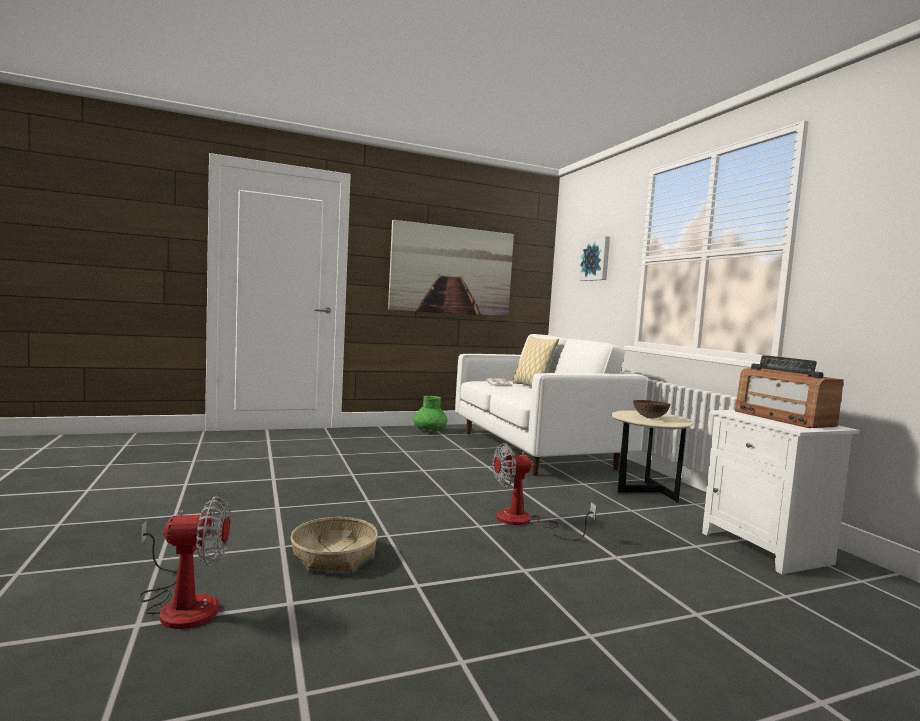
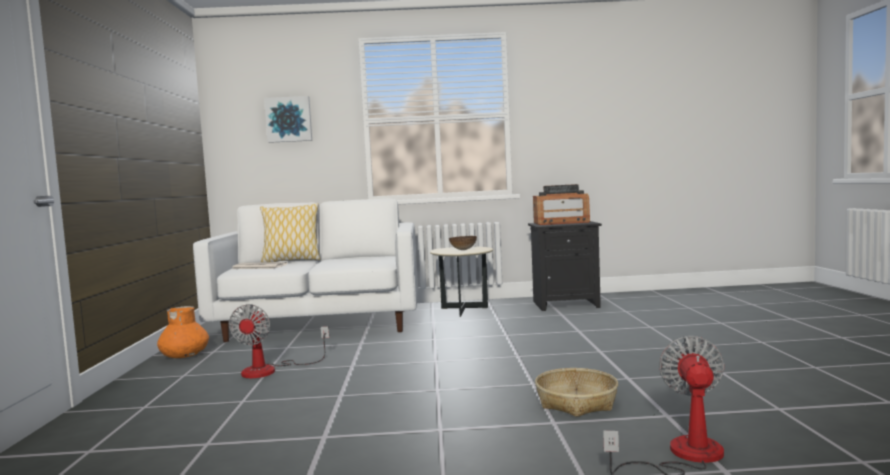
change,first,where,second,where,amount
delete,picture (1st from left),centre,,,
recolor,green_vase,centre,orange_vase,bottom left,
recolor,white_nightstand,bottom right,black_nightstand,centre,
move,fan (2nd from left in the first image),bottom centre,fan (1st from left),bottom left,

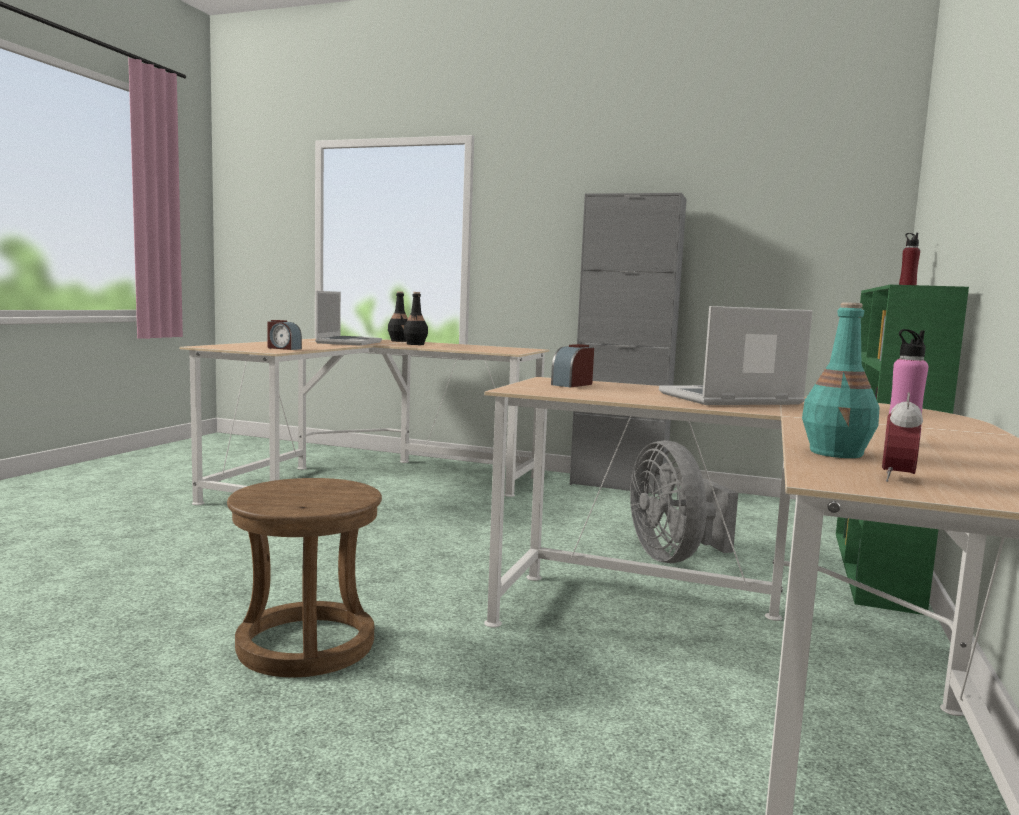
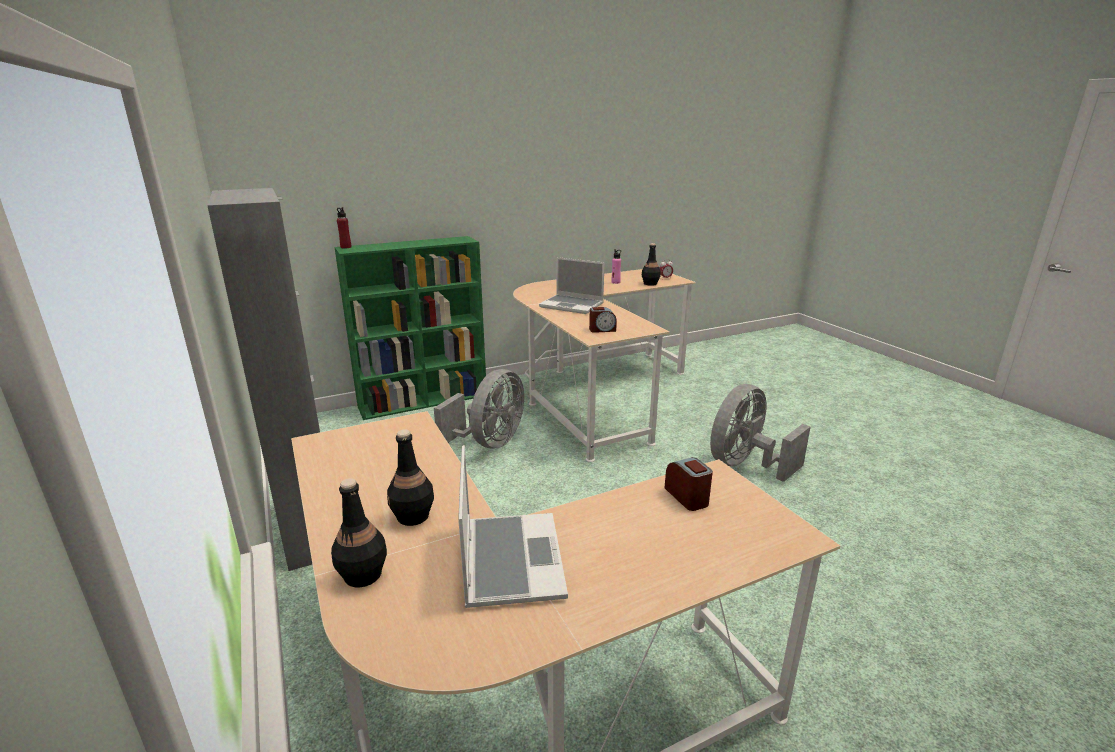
change,first,where,second,where,amount
rotate,laptop (1st from left),centre,,bottom centre,120 degrees clockwise
recolor,turquoise_bottle,middle right,black_bottle (3rd from left),centre,
replace,brown_stool,bottom left,grey_fan (2nd from left),middle right,

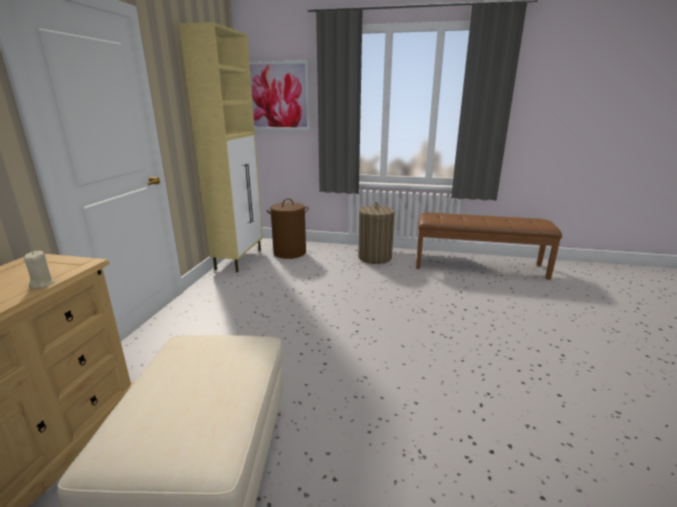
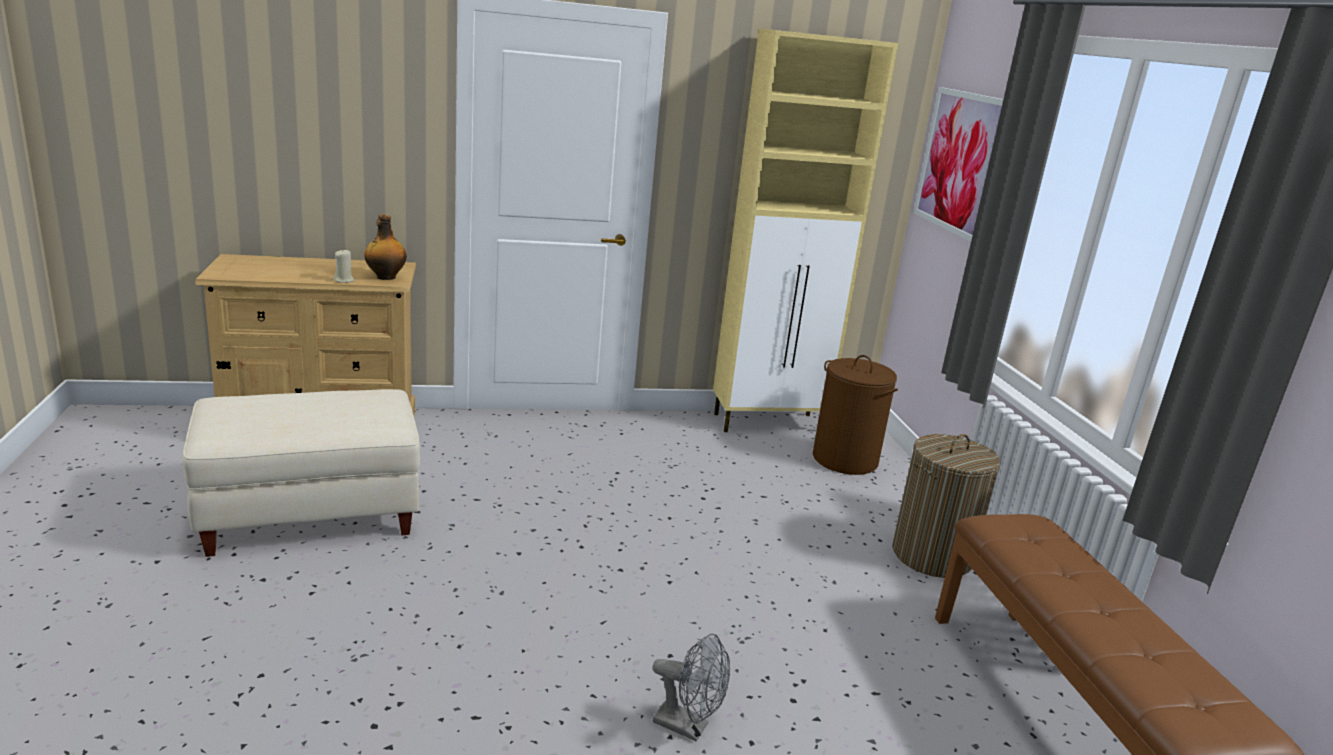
change,first,where,second,where,amount
insert,,,bottle,top left,
insert,,,grey_fan,bottom centre,

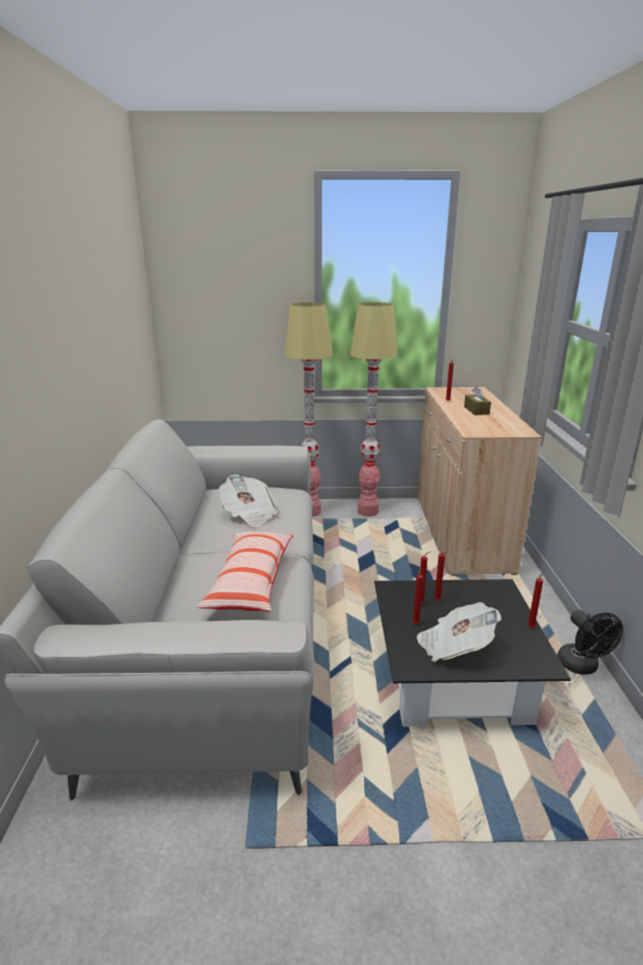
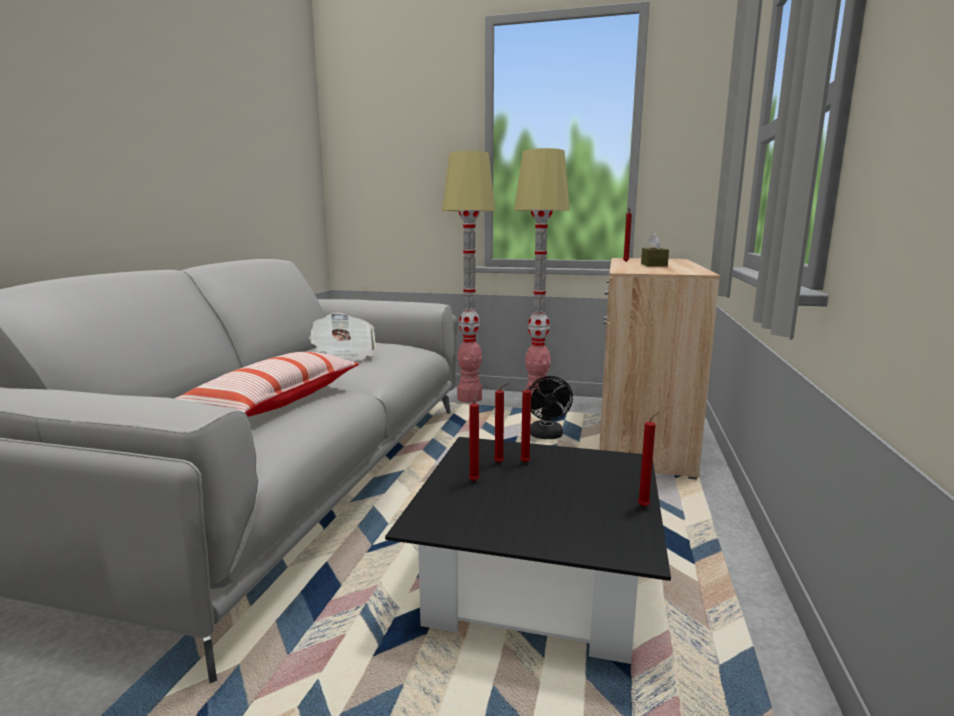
change,first,where,second,where,amount
delete,newspaper (2nd from left),middle right,,,
move,black_fan,middle right,,centre,

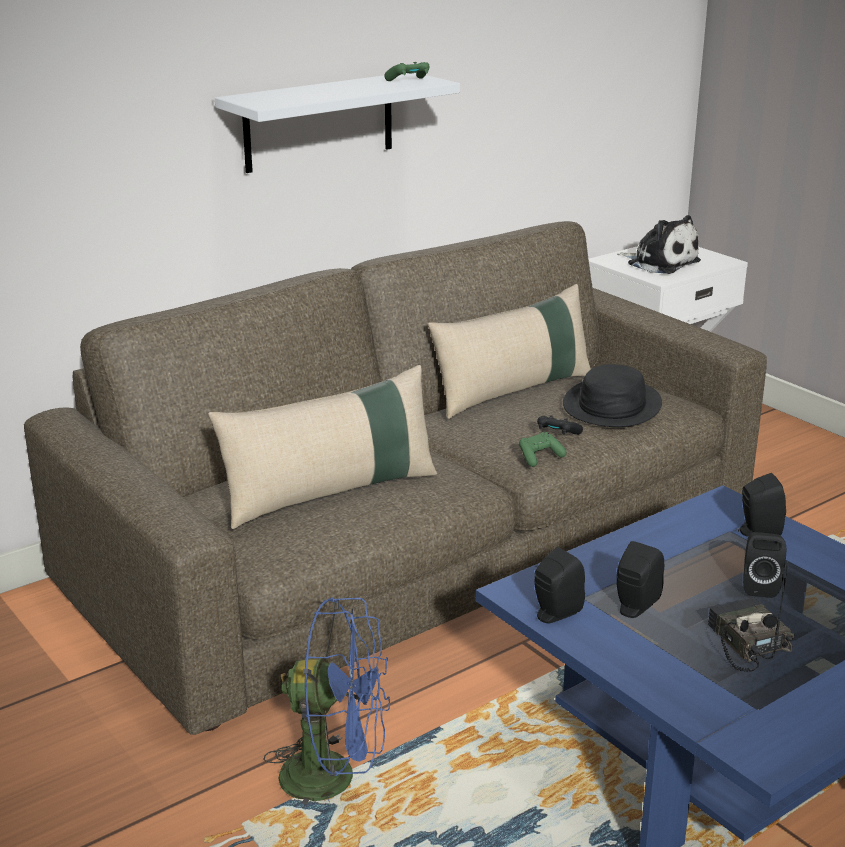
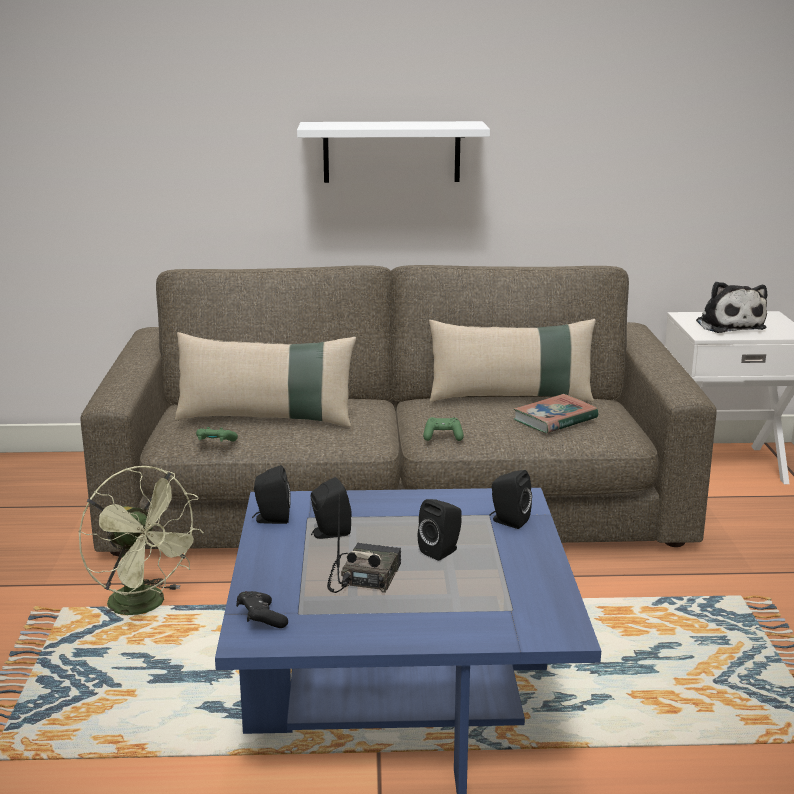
change,first,where,second,where,amount
move,green_game_controller (1st from left),top centre,,middle left,
replace,black_hat,middle right,book,middle right,
move,black_game_controller,centre,,bottom left,
recolor,blue_fan,bottom centre,green_fan,bottom left,

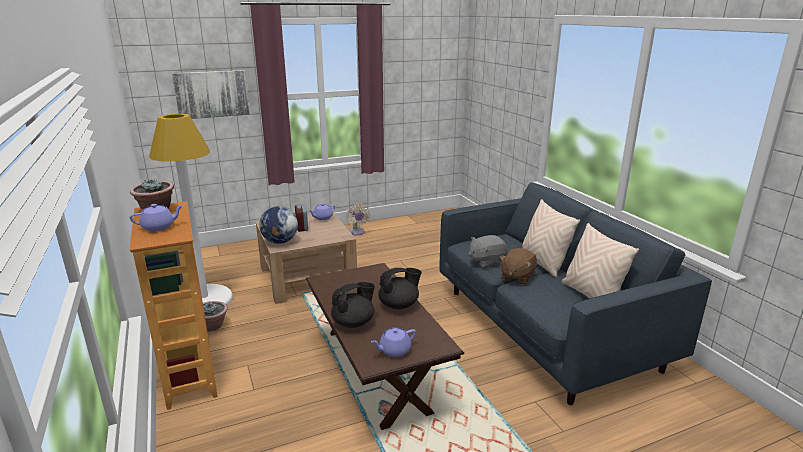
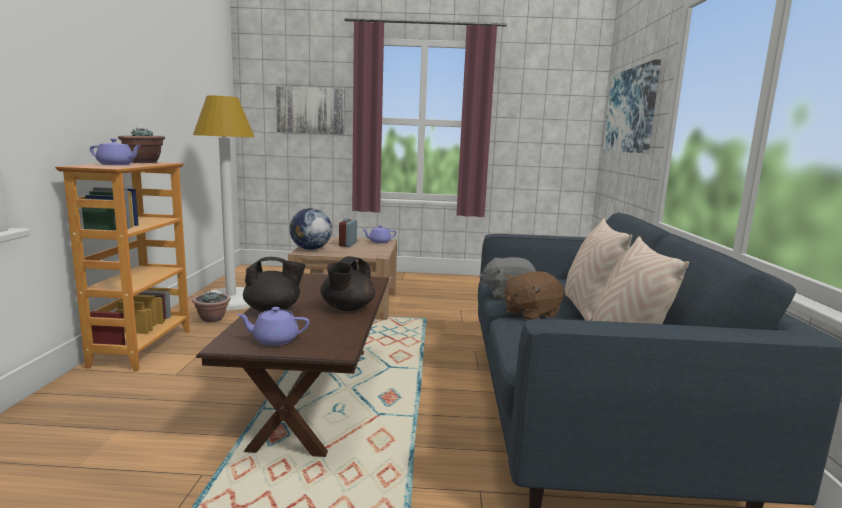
change,first,where,second,where,amount
delete,beige_fan,centre,,,
rotate,black_teapot (2nd from left),centre,,centre,105 degrees clockwise
insert,,,picture (2nd from left),top right,

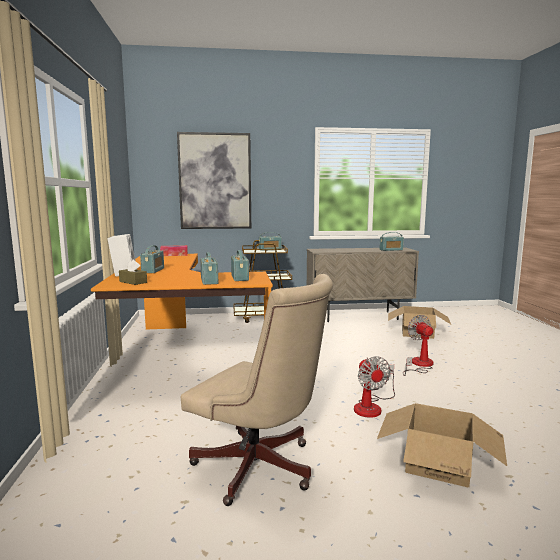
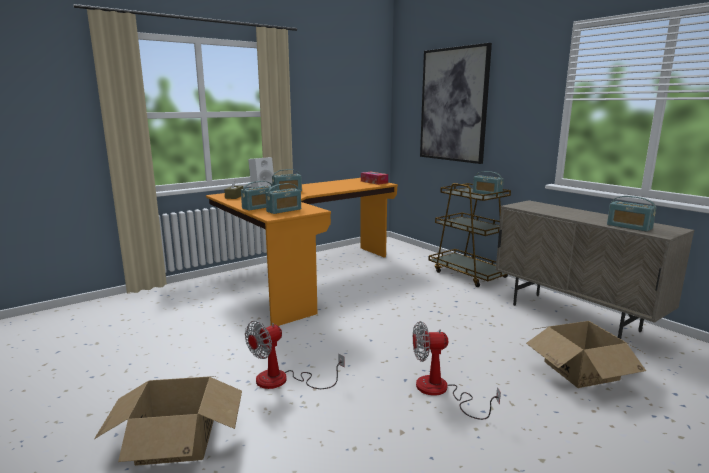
change,first,where,second,where,amount
delete,beige_office_chair,bottom centre,,,
rotate,fan (2nd from left),middle right,,bottom centre,135 degrees counterclockwise

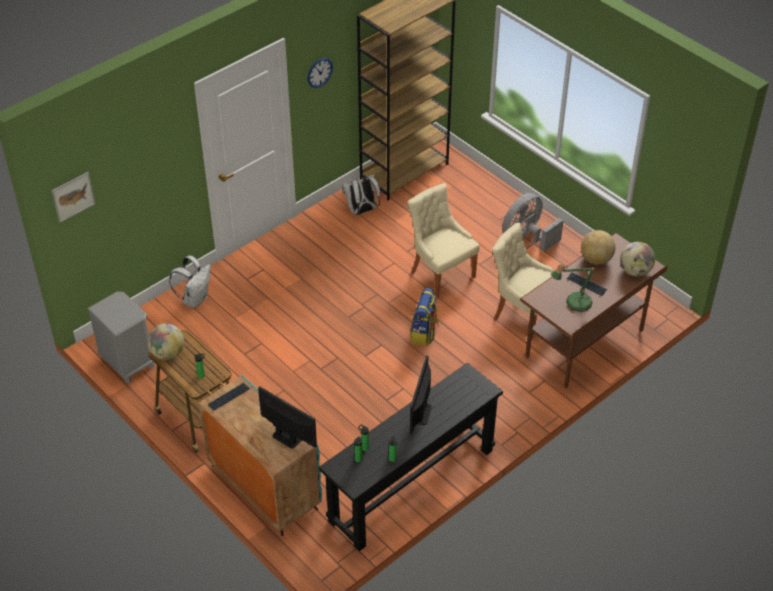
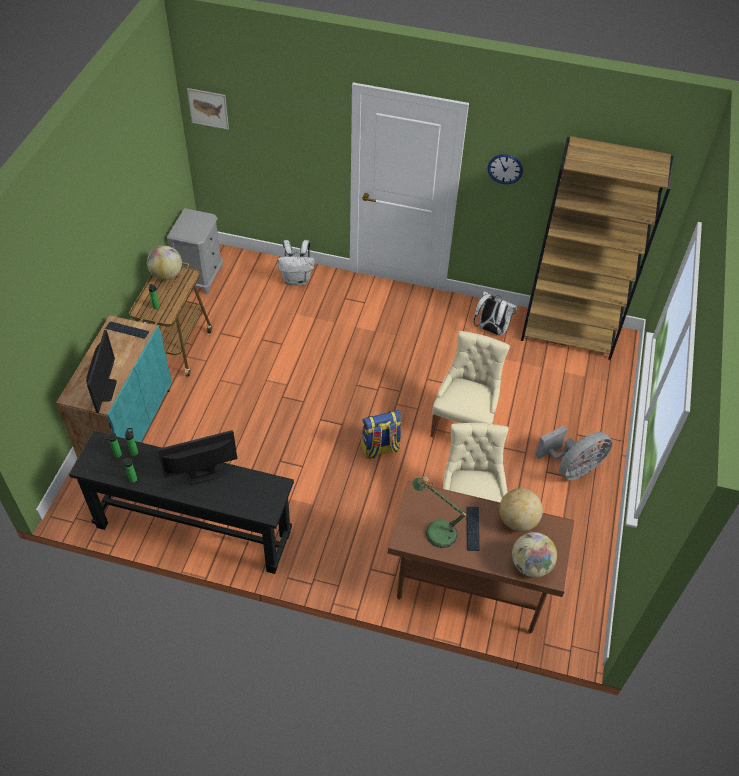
change,first,where,second,where,amount
rotate,grey_fan,middle right,,middle right,135 degrees clockwise

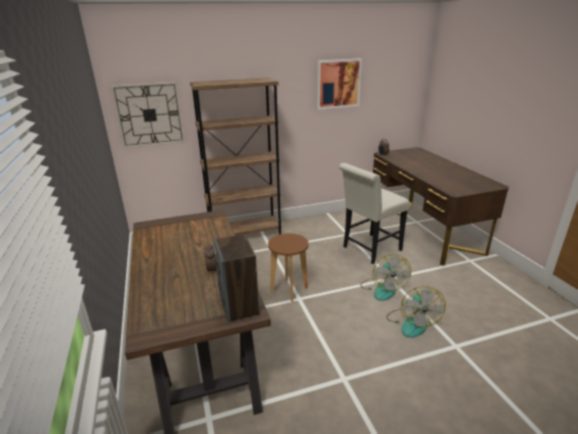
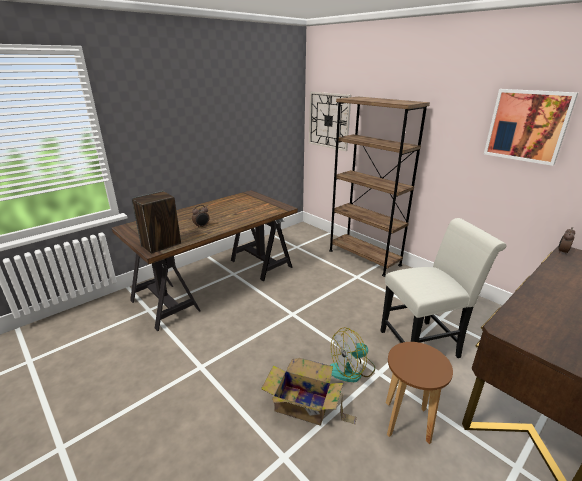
change,first,where,second,where,amount
rotate,white_chair,centre,,middle right,135 degrees clockwise
move,brown_stool,centre,,bottom right,
replace,fan (2nd from left),bottom right,cardboard_box,bottom centre,

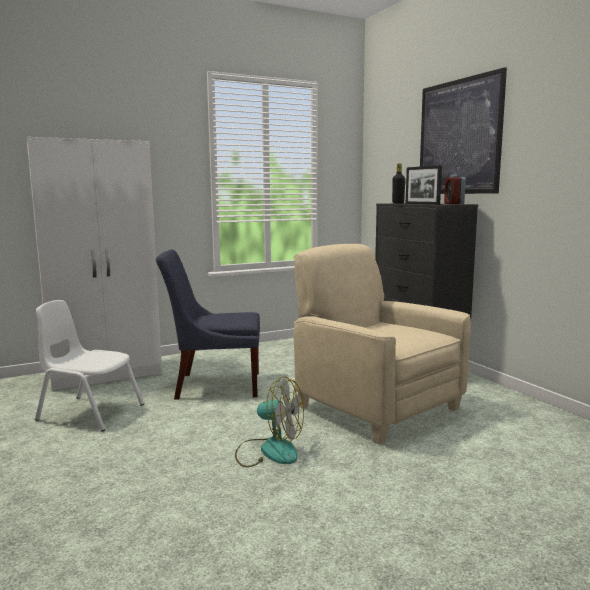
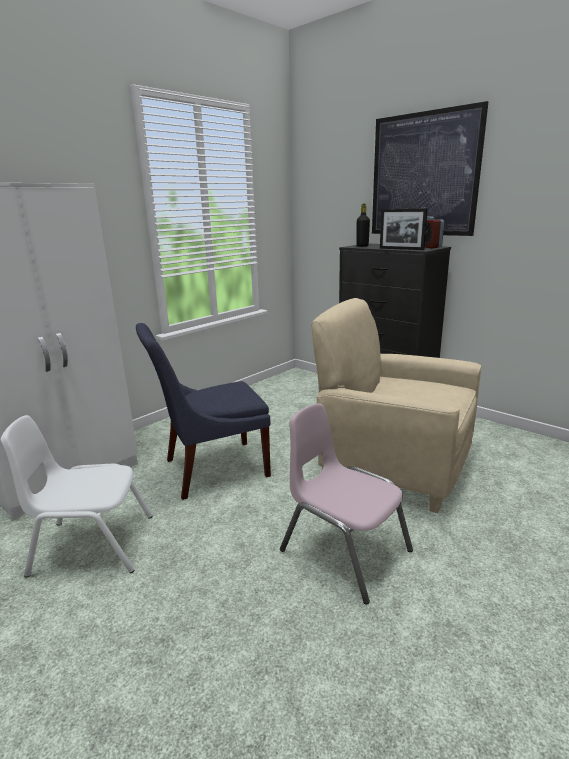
change,first,where,second,where,amount
replace,fan,bottom centre,pink_chair,centre,

